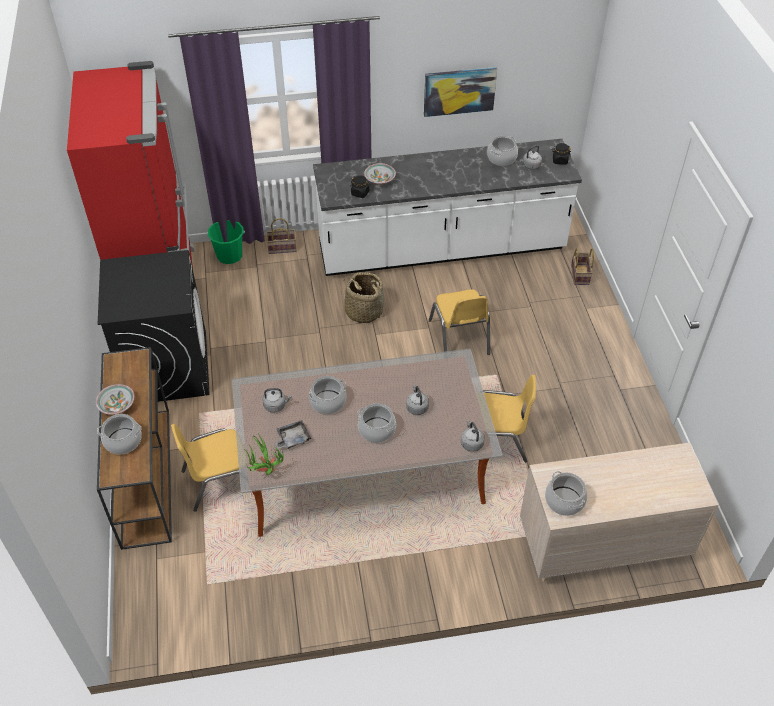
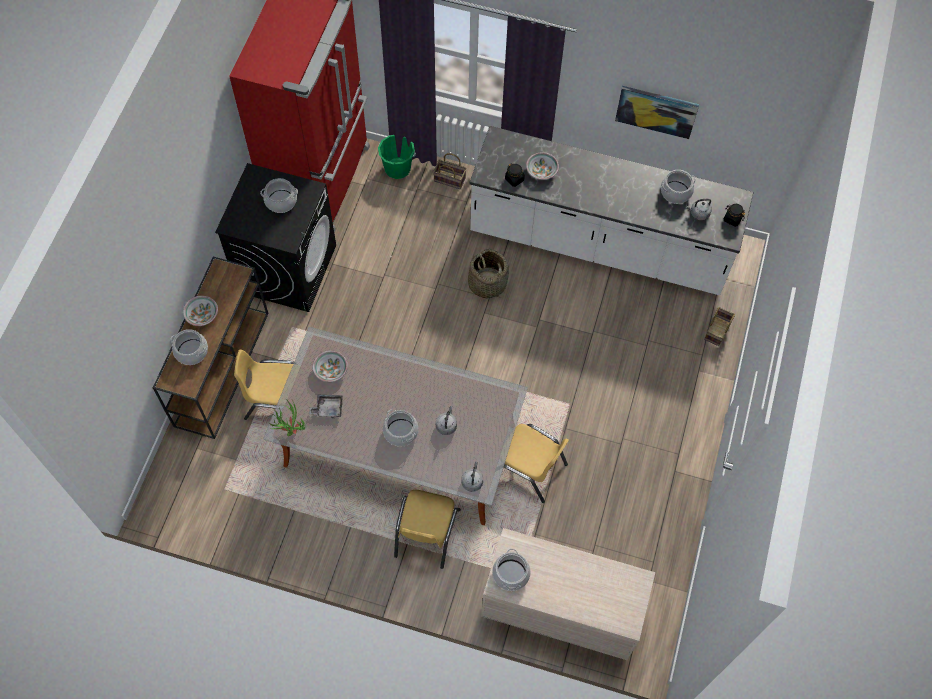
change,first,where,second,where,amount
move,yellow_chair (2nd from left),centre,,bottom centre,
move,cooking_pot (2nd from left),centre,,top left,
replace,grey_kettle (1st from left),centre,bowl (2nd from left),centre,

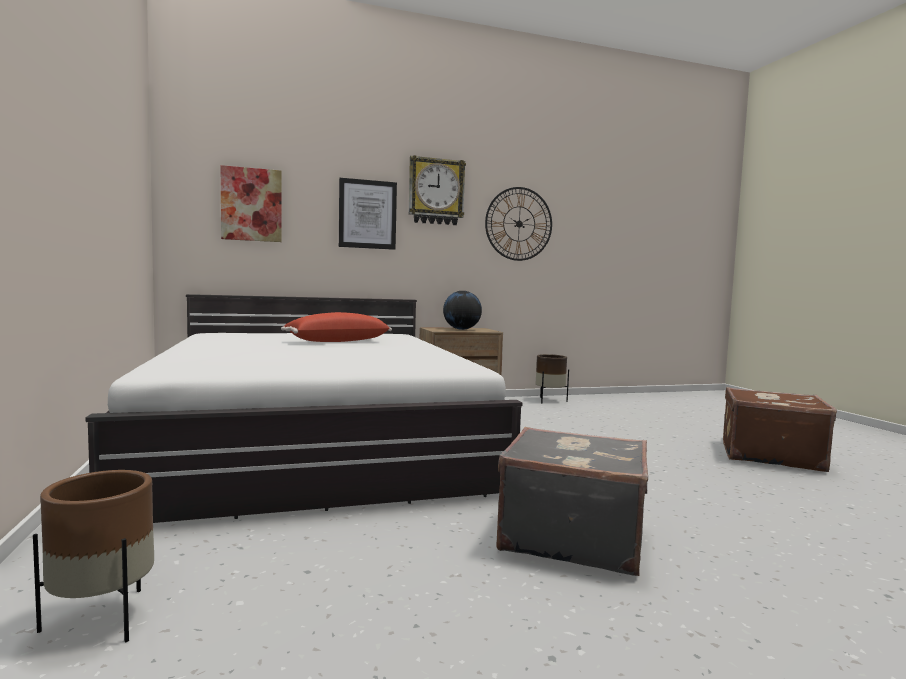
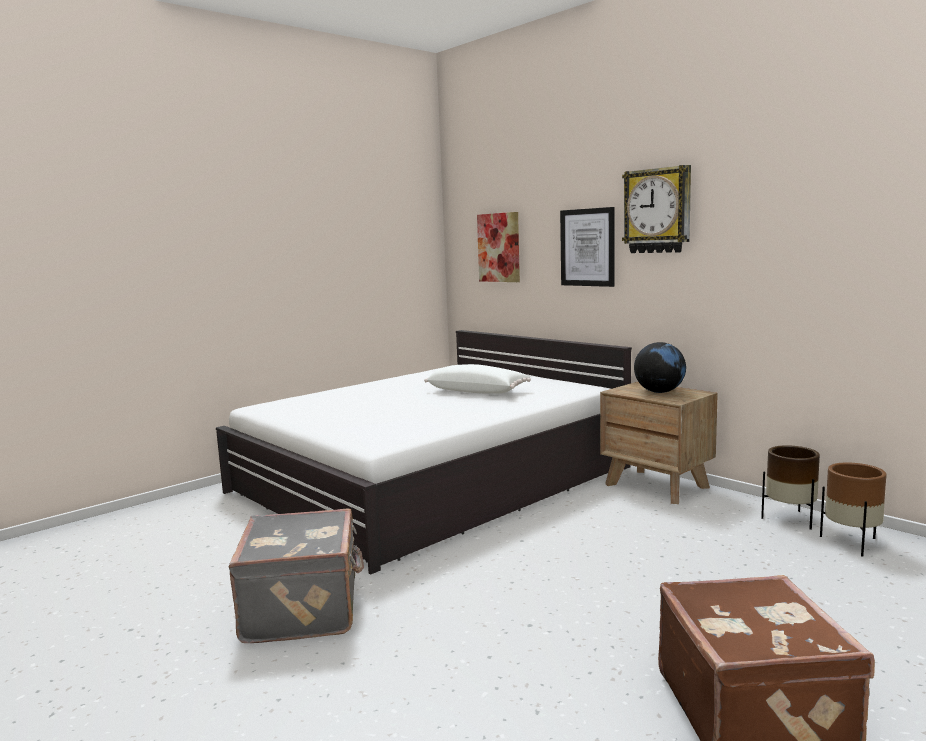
change,first,where,second,where,amount
delete,wall_clock (2nd from left),top centre,,,
recolor,red_pillow,centre,white_pillow,centre,
move,brown_planter (1st from left in the first image),bottom left,brown_planter (2nd from left),bottom right,

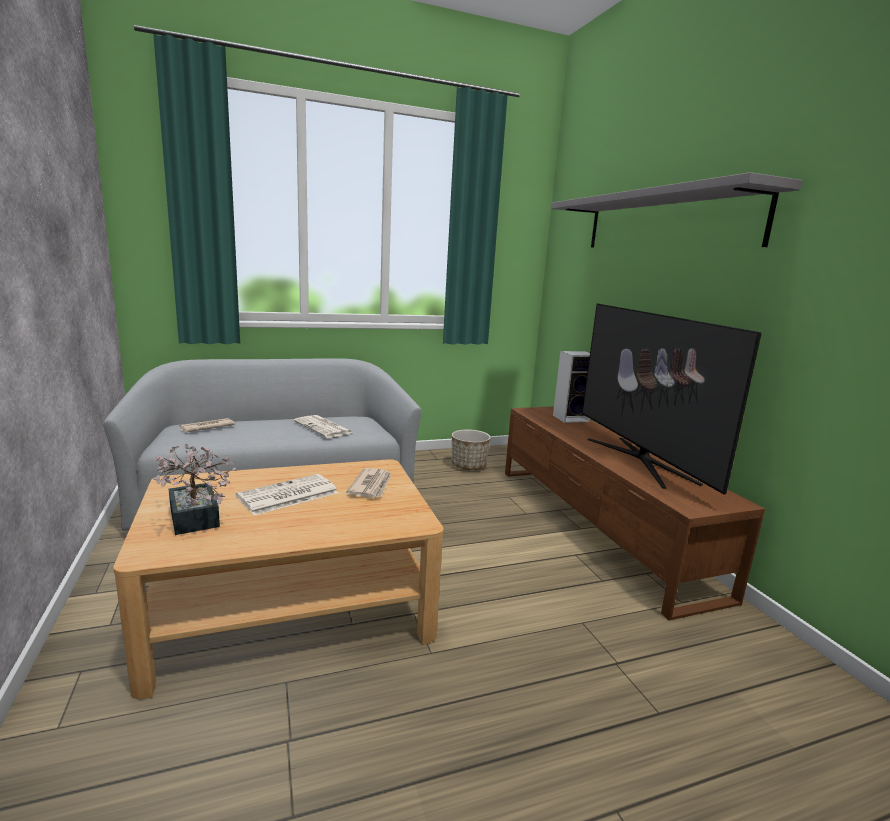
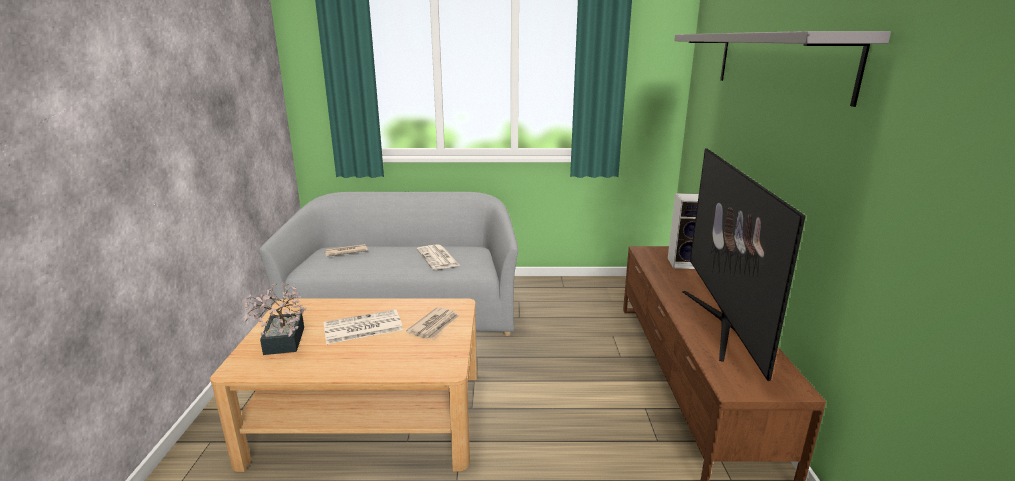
change,first,where,second,where,amount
delete,planter,centre,,,

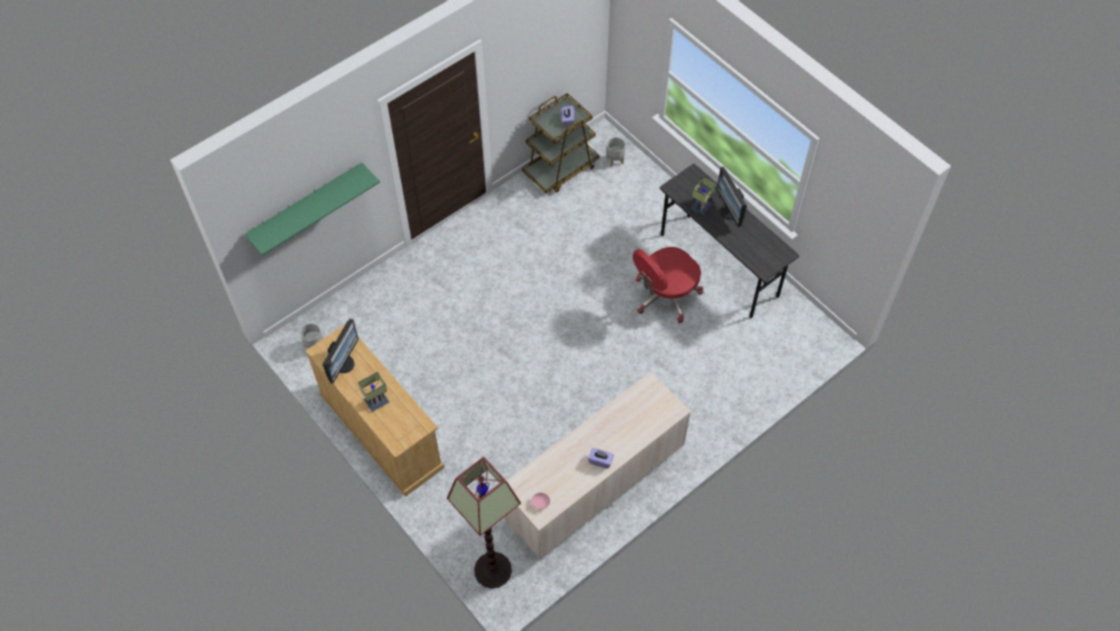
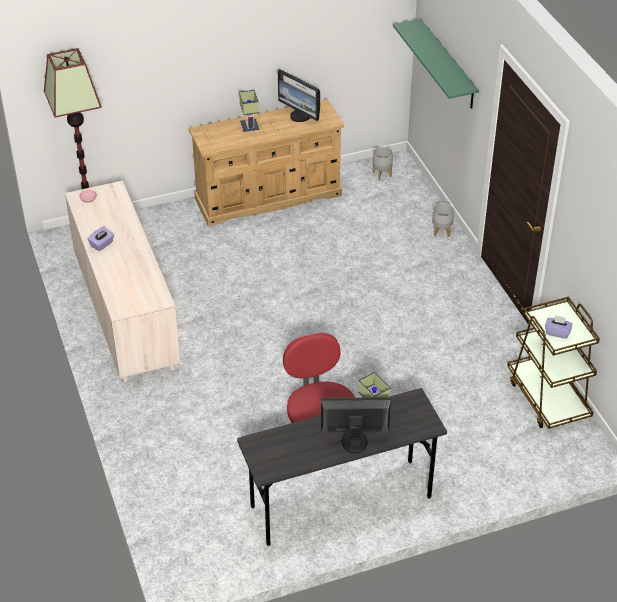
change,first,where,second,where,amount
move,grey_planter (2nd from left),top centre,,middle right,

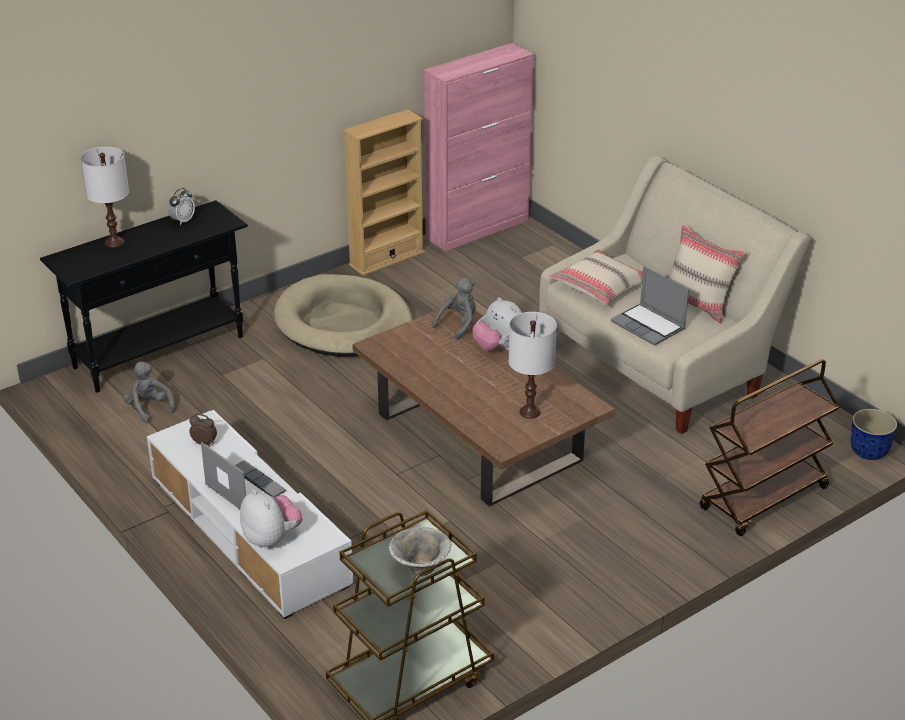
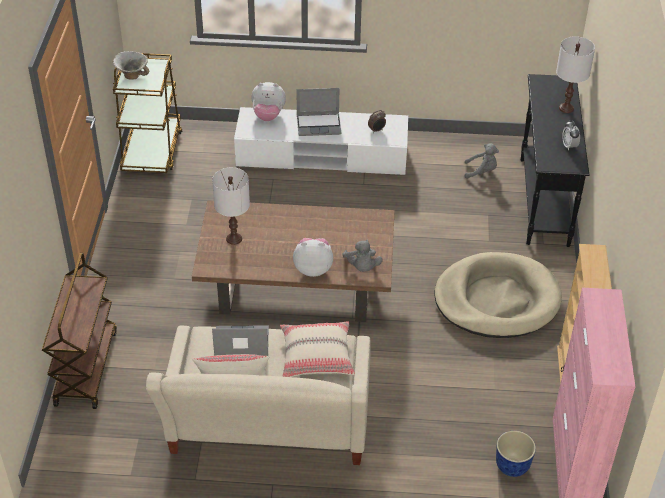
change,first,where,second,where,amount
move,planter,middle right,,bottom right,

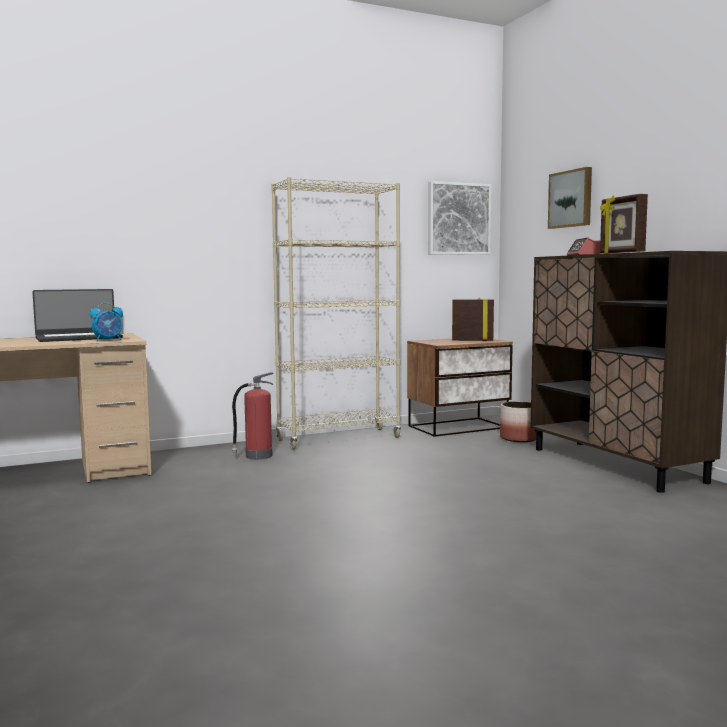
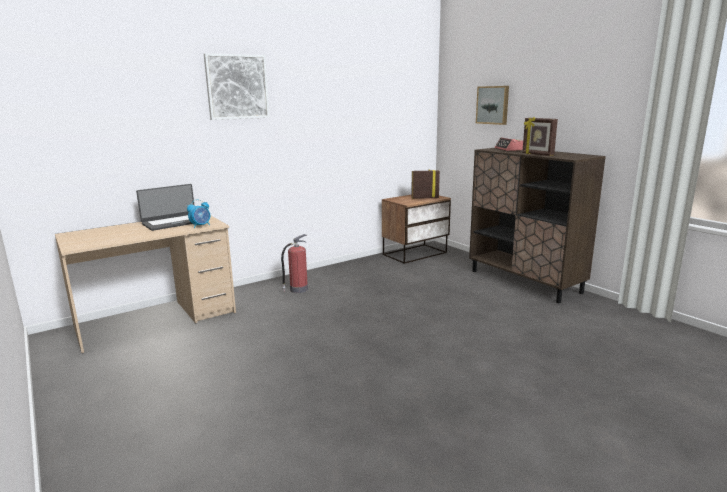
change,first,where,second,where,amount
delete,beige_bookcase,centre,,,
move,picture (1st from left),top centre,,top left,
delete,planter,middle right,,,

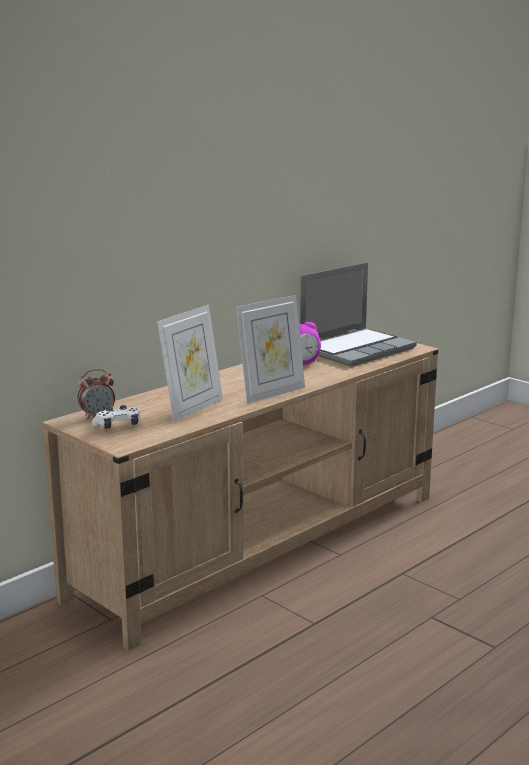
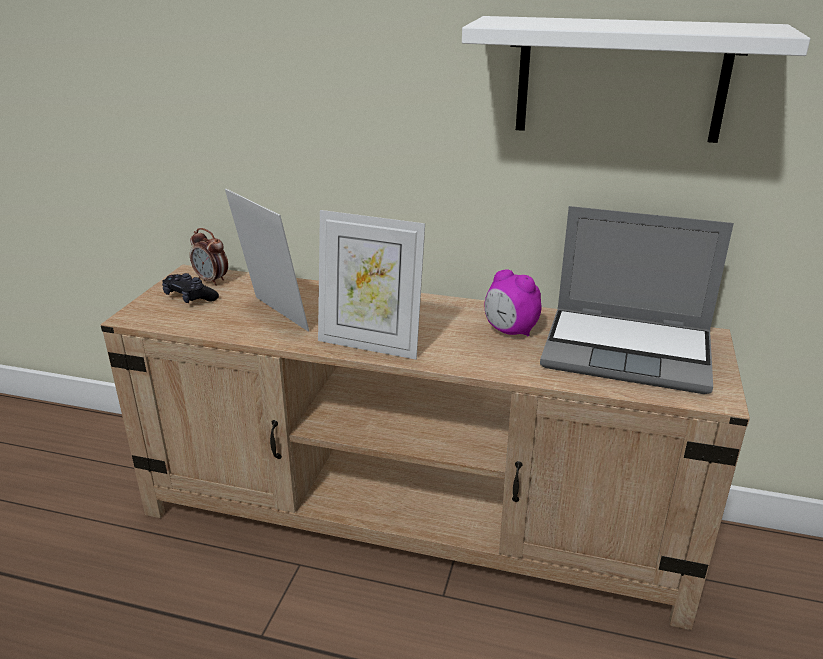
change,first,where,second,where,amount
rotate,picture_frame (1st from left),centre,,middle left,135 degrees counterclockwise
recolor,white_game_controller,middle left,black_game_controller,middle left,
insert,,,white_shelf,top right,

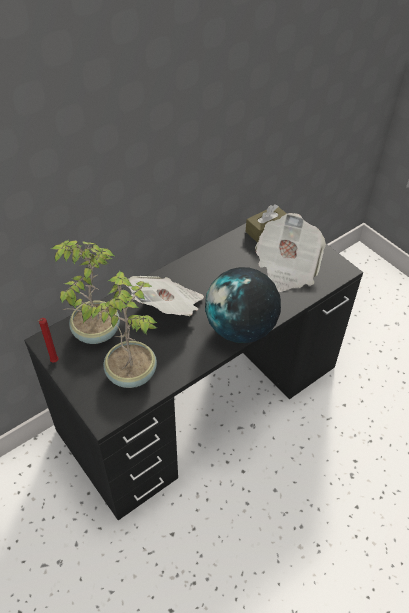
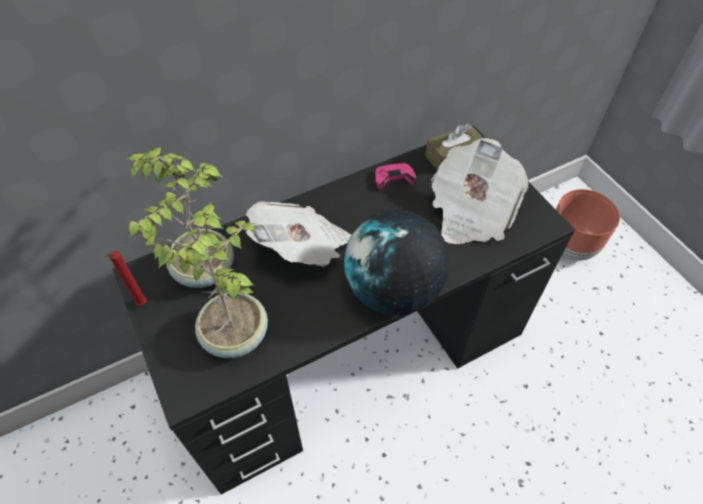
change,first,where,second,where,amount
insert,,,pink_game_controller,centre,
insert,,,brown_planter,middle right,

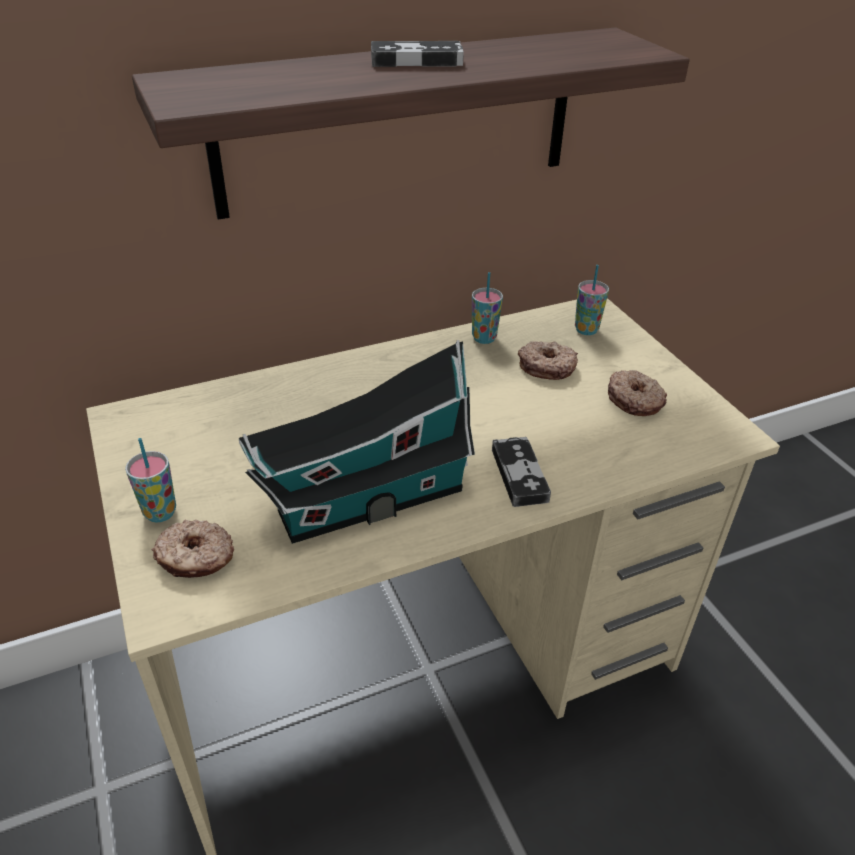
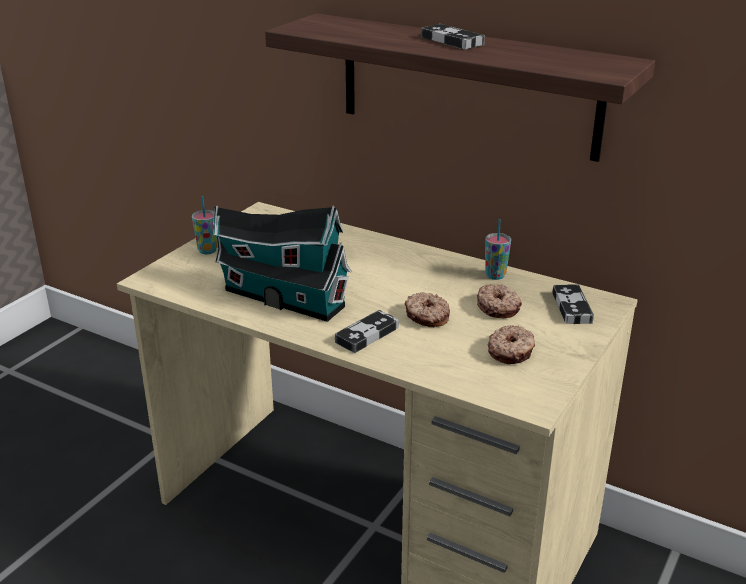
change,first,where,second,where,amount
replace,cup (3rd from left),middle right,game_controller (3rd from left),middle right,
move,donut (1st from left),middle left,,centre,

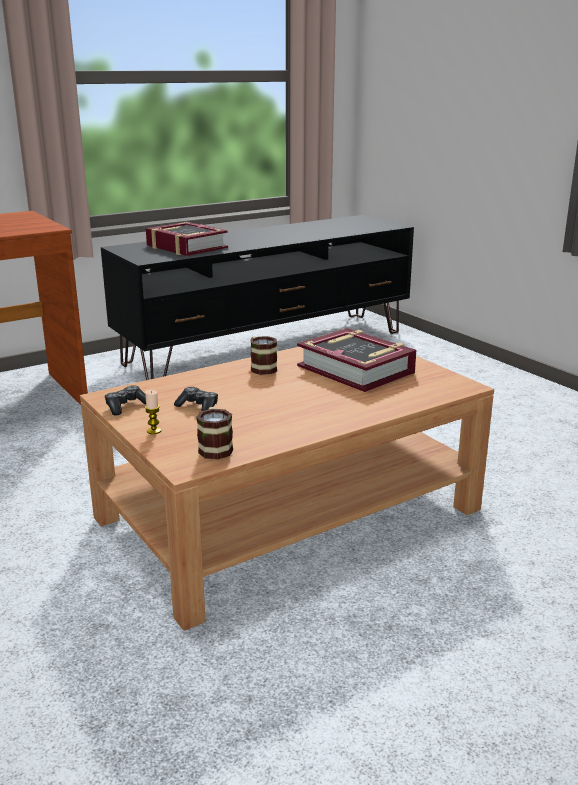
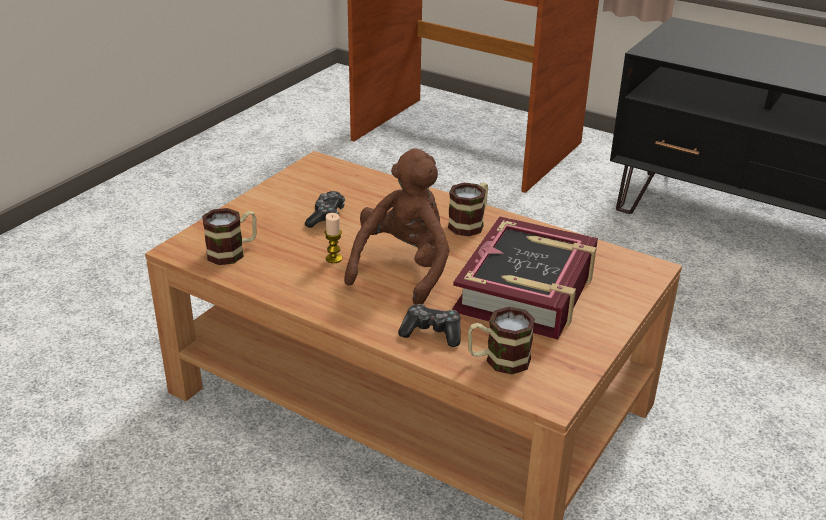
change,first,where,second,where,amount
delete,book (1st from left),top left,,,
move,game_controller (1st from left in the first image),middle left,game_controller (2nd from left),centre,
move,candle,middle left,,centre,
insert,,,brown_plush_toy,centre,
insert,,,mug (3rd from left),centre,

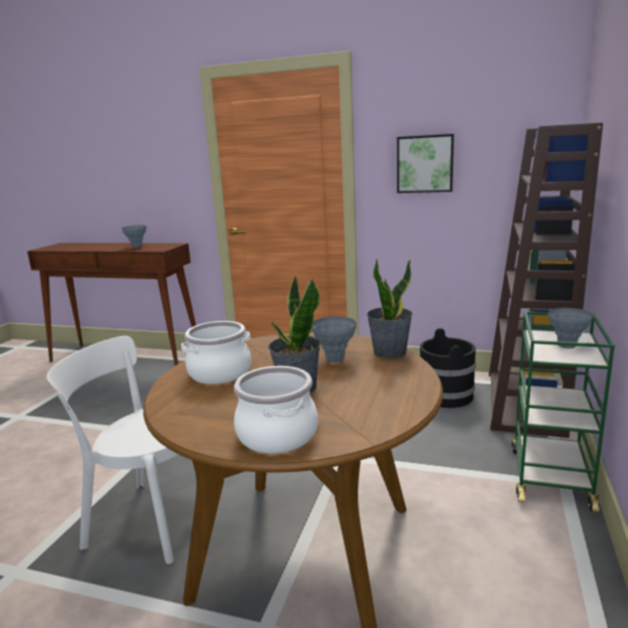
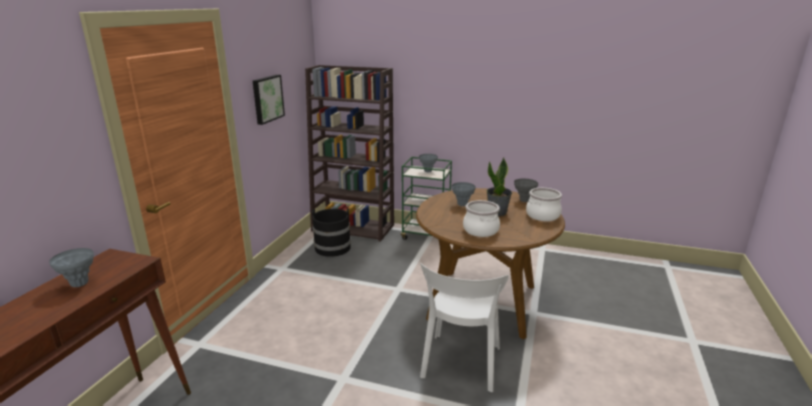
change,first,where,second,where,amount
delete,potted_plant (2nd from left),centre,,,
insert,,,grey_vase (4th from left),centre,

